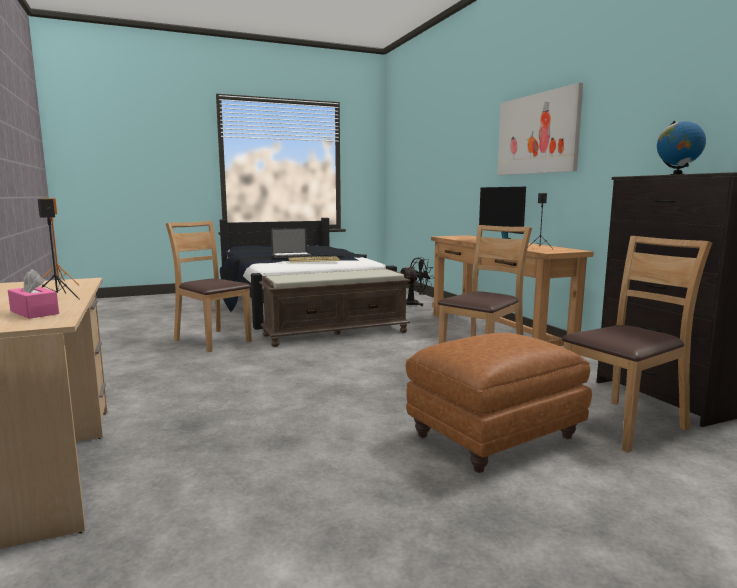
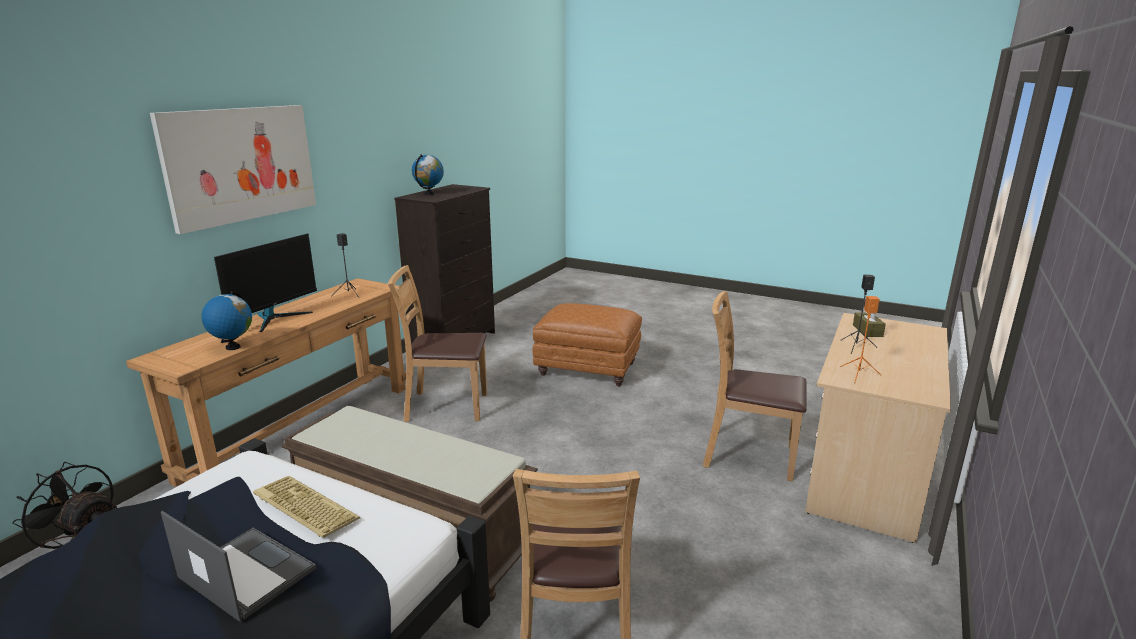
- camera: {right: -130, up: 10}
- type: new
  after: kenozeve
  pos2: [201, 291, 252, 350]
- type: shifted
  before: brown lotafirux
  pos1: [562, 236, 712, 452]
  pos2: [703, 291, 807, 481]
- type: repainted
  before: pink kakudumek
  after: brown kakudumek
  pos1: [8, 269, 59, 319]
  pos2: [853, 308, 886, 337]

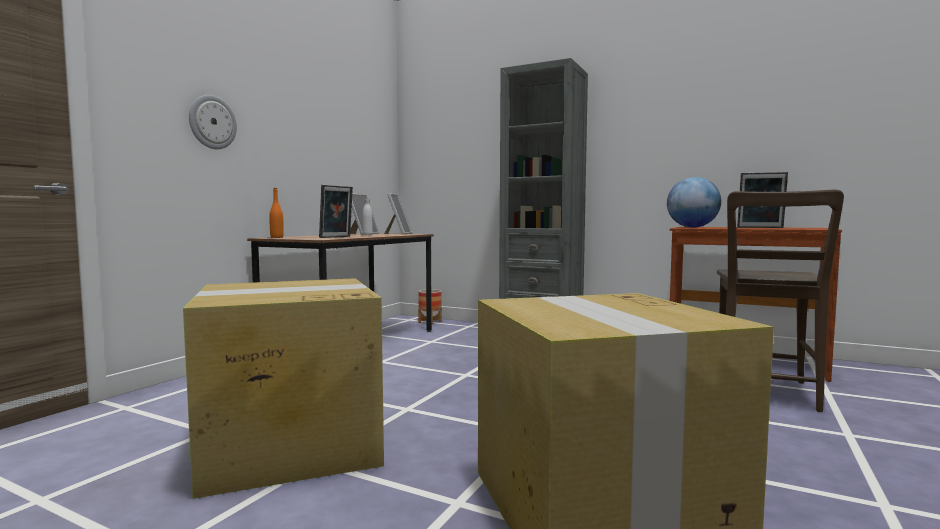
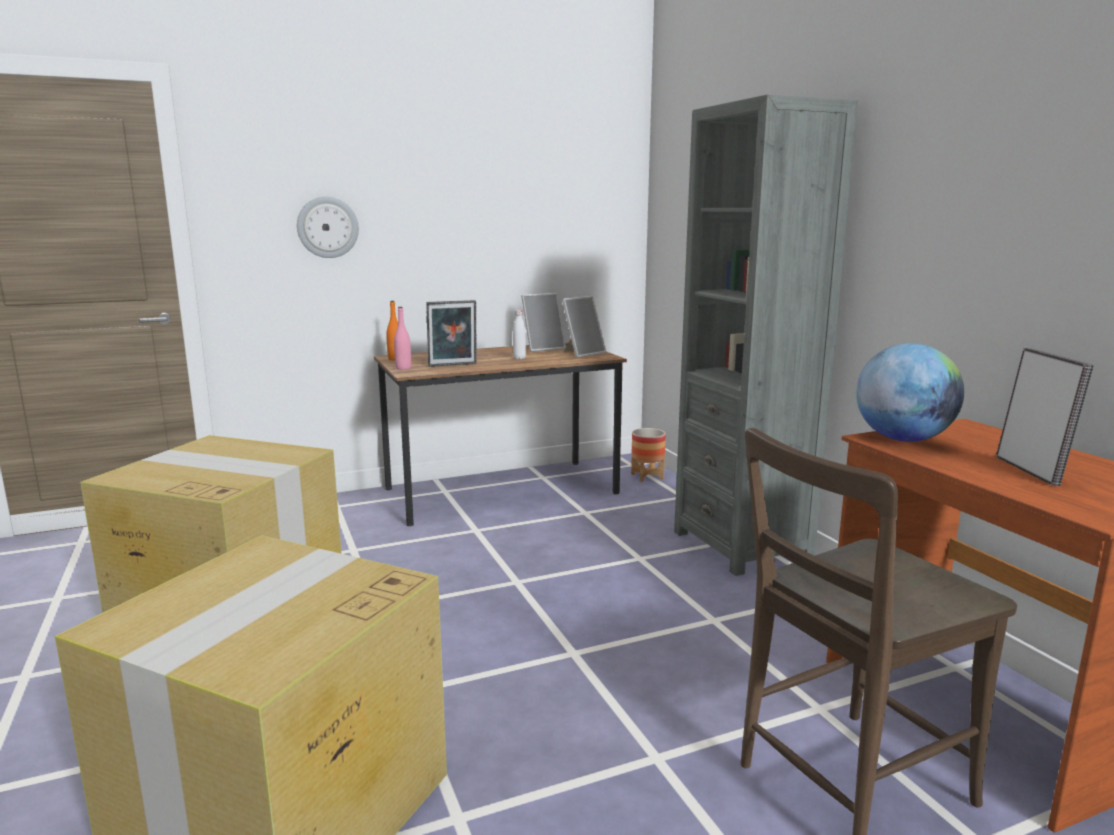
- camera: {right: 40, up: 10}
- type: new
  after: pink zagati
  pos2: [394, 307, 411, 370]
- type: rotated
  before: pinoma
  pos1: [737, 172, 788, 228]
  pos2: [996, 348, 1094, 486]
  turn: -150

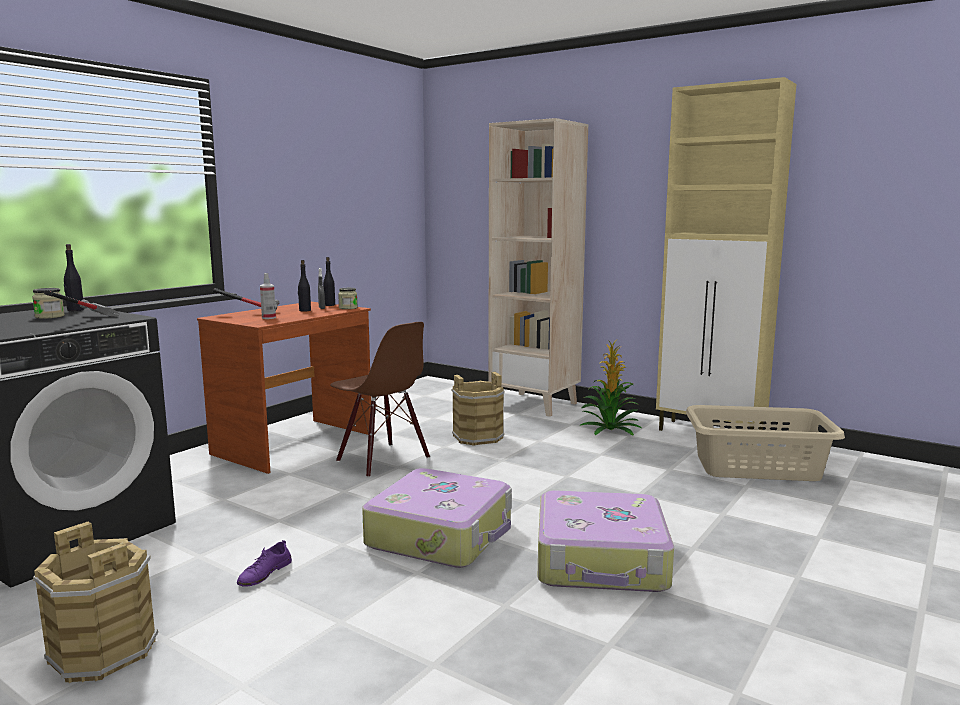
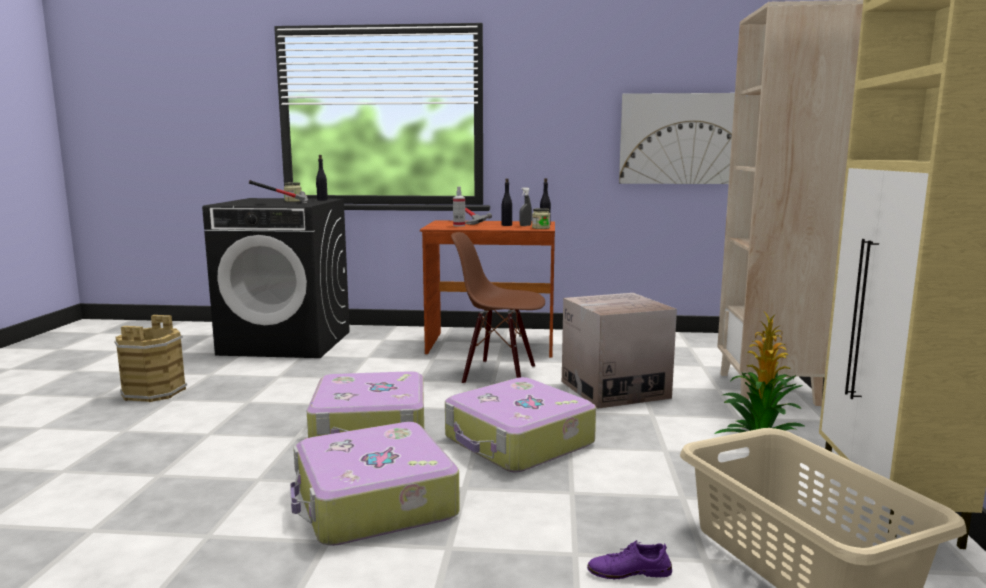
- camera: {right: 60, up: 0}
- type: new
  after: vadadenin
  pos2: [445, 377, 596, 472]
- type: new
  after: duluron
  pos2: [619, 93, 735, 184]
- type: shifted
  before: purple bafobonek
  pos1: [237, 540, 292, 587]
  pos2: [587, 540, 672, 580]
- type: swapped
  before: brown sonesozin
  after: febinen
  pos1: [452, 372, 504, 446]
  pos2: [562, 293, 677, 409]
- type: rotated
  before: brown lotafirux
  pos1: [330, 322, 430, 478]
  pos2: [451, 232, 545, 384]
  turn: 90

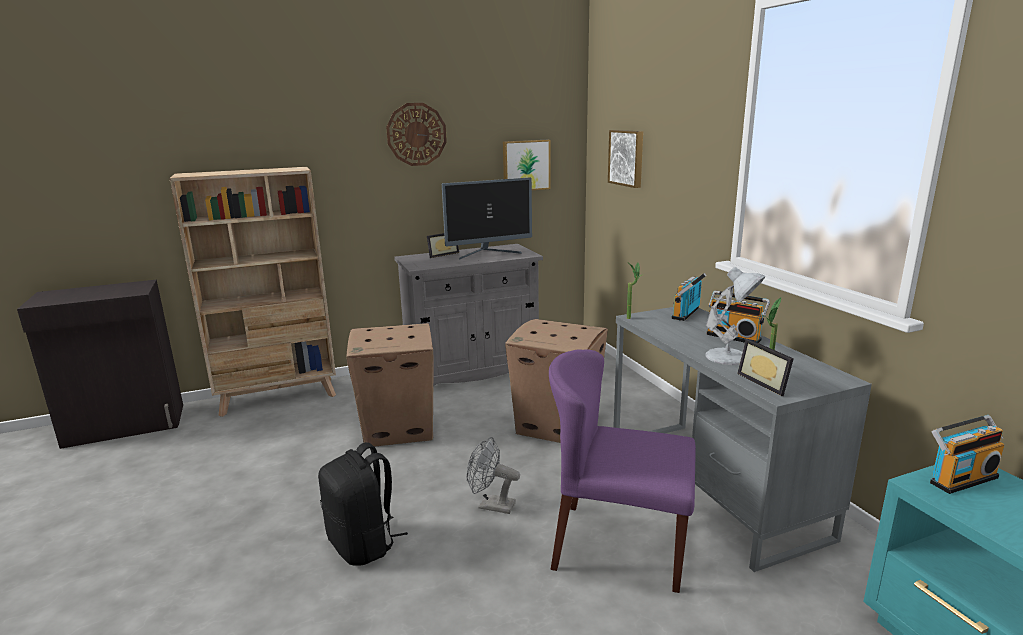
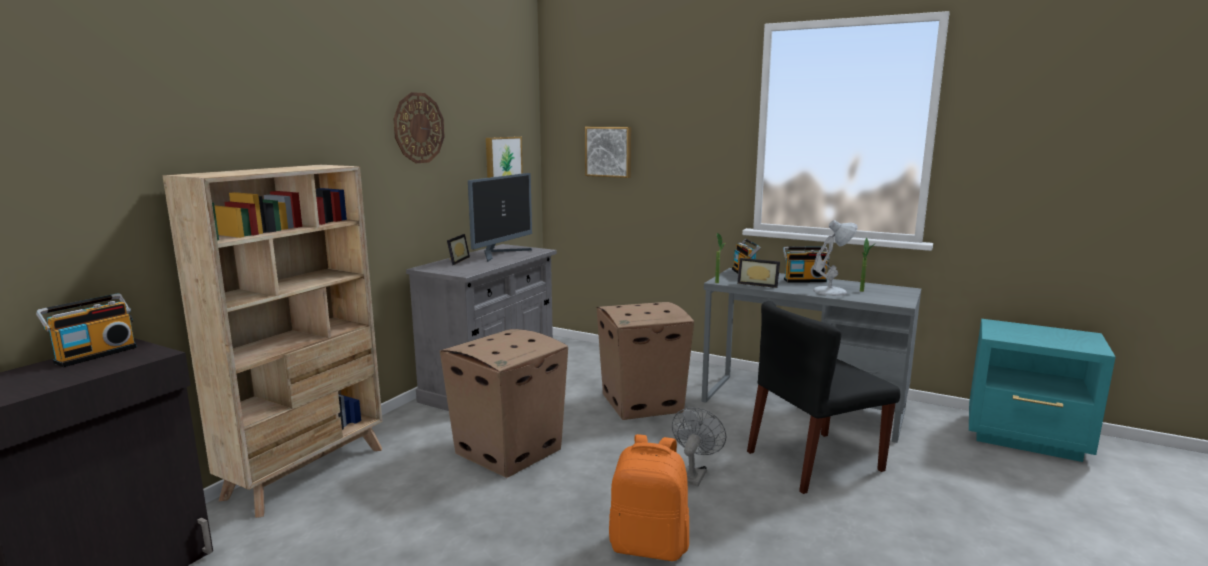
- camera: {right: -40, up: -5}
- type: shifted
  before: pinoma
  pos1: [737, 339, 794, 396]
  pos2: [737, 258, 780, 288]
- type: shifted
  before: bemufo
  pos1: [930, 415, 1004, 494]
  pos2: [36, 293, 137, 367]
- type: repainted
  before: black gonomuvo
  after: orange gonomuvo
  pos1: [318, 442, 408, 566]
  pos2: [609, 434, 689, 561]
- type: repainted
  before: purple lotafirux
  after: black lotafirux
  pos1: [549, 349, 696, 593]
  pos2: [747, 301, 900, 494]
- type: rotated
  before: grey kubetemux
  pos1: [467, 437, 520, 514]
  pos2: [672, 407, 726, 486]
  turn: 135

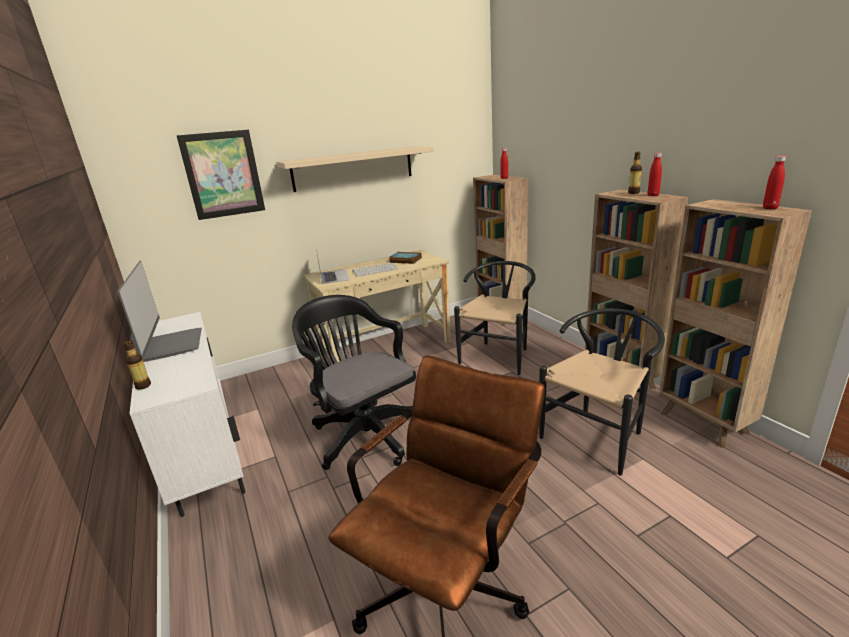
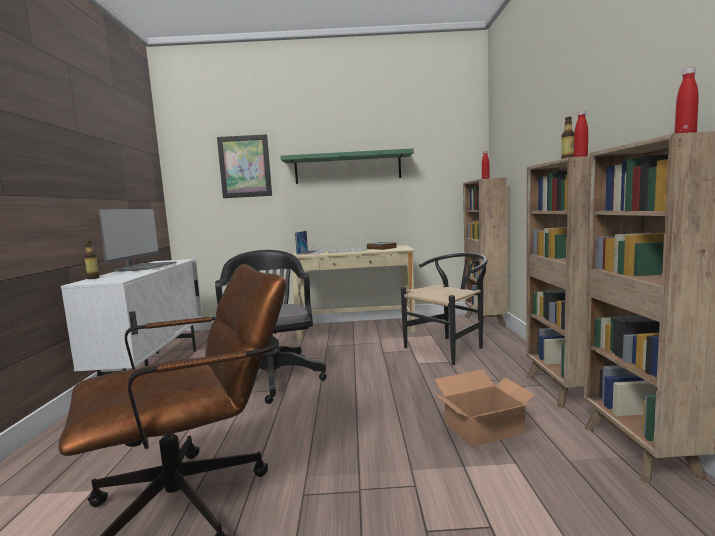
- camera: {right: 25, up: -15}
- type: swapped
  before: black lotafirux
  after: febinen
  pos1: [539, 308, 665, 476]
  pos2: [434, 369, 538, 447]
- type: repainted
  before: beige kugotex
  after: green kugotex
  pos1: [276, 146, 434, 192]
  pos2: [280, 148, 414, 184]

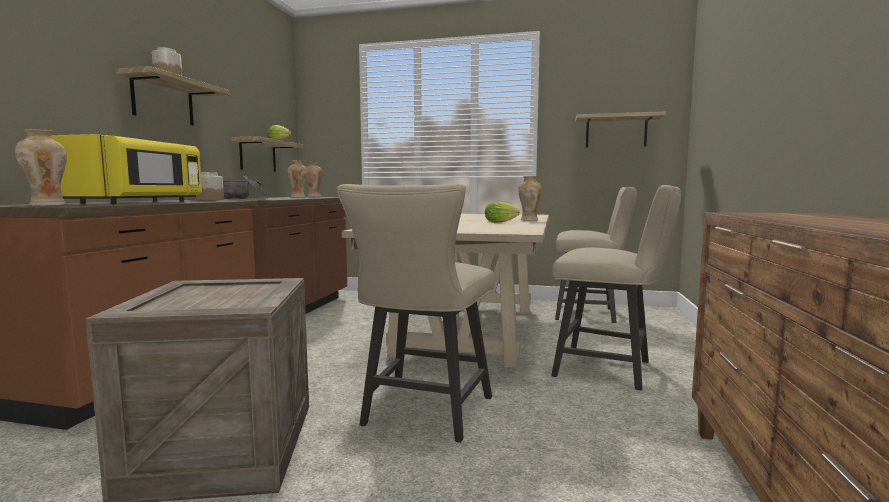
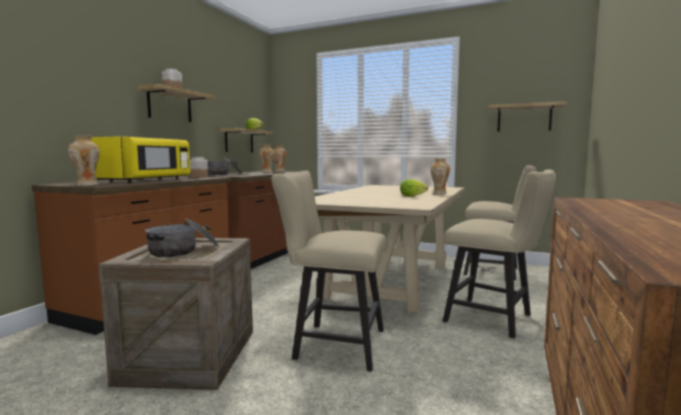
- camera: {right: 10, up: 0}
- type: new
  after: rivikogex
  pos2: [145, 218, 219, 257]
- type: rotated
  before: beige lotafirux
  pos1: [337, 183, 495, 443]
  pos2: [271, 171, 387, 372]
  turn: 75

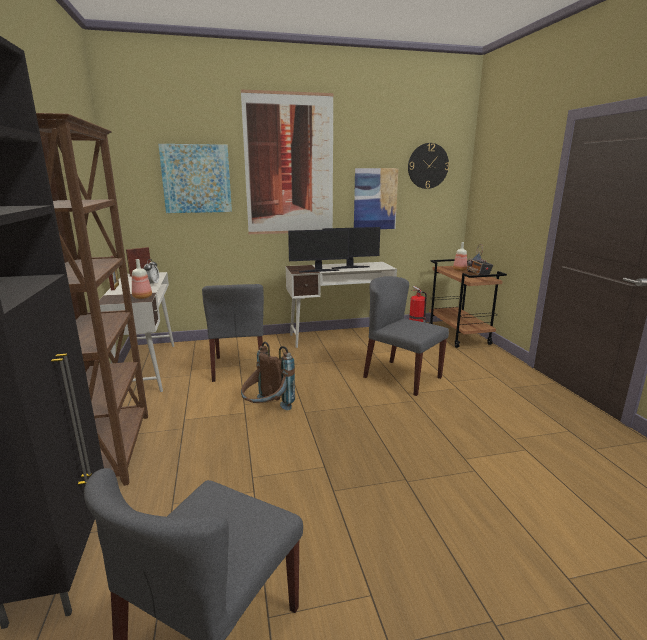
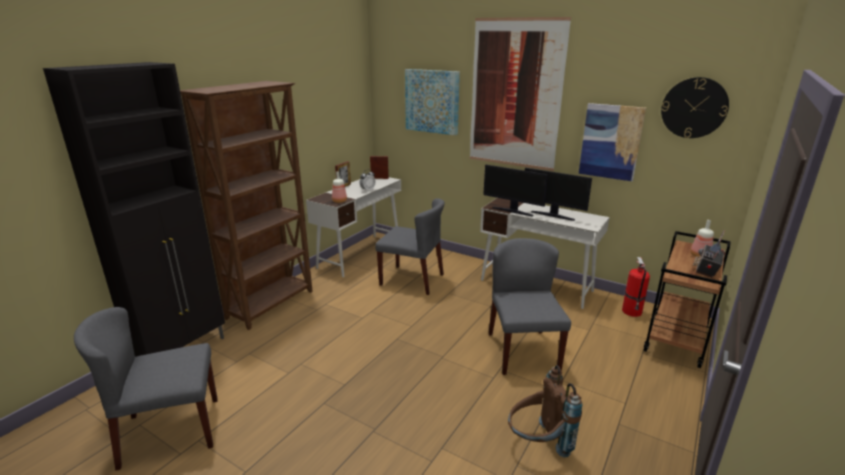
- camera: {right: 45, up: 5}
- type: shifted
  before: brown gonomuvo
  pos1: [241, 342, 295, 410]
  pos2: [508, 365, 582, 458]
- type: rotated
  before: grey lotafirux
  pos1: [202, 284, 264, 382]
  pos2: [375, 198, 445, 295]
  turn: -105

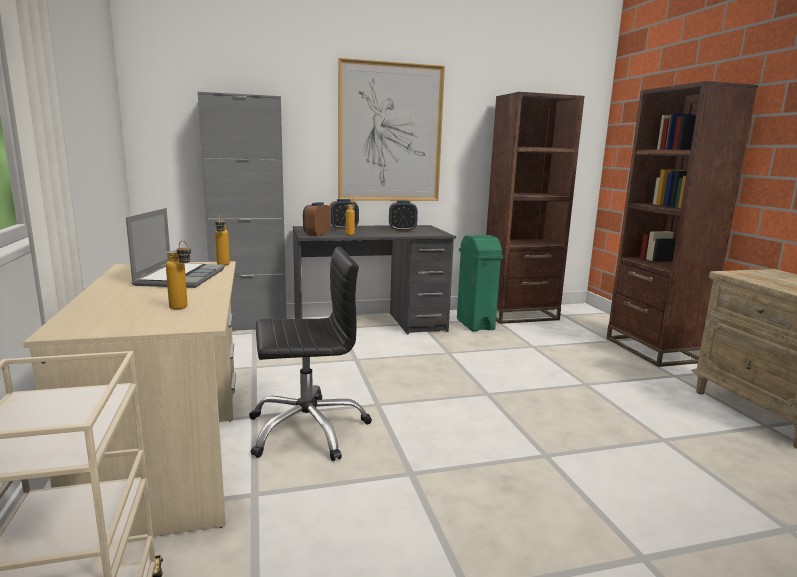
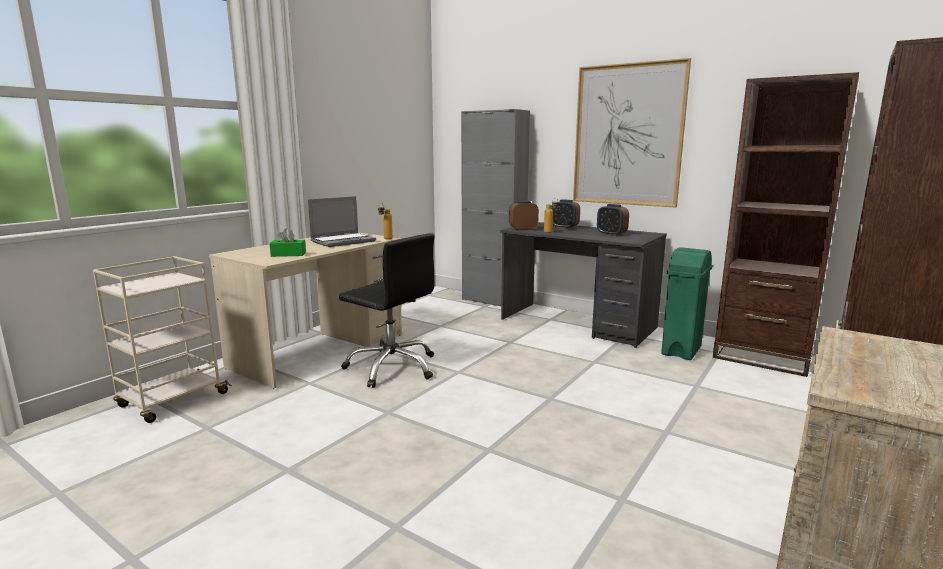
- camera: {right: 50, up: 0}
- type: swapped
  before: zagati
  after: green kakudumek
  pos1: [166, 241, 191, 309]
  pos2: [269, 229, 306, 257]

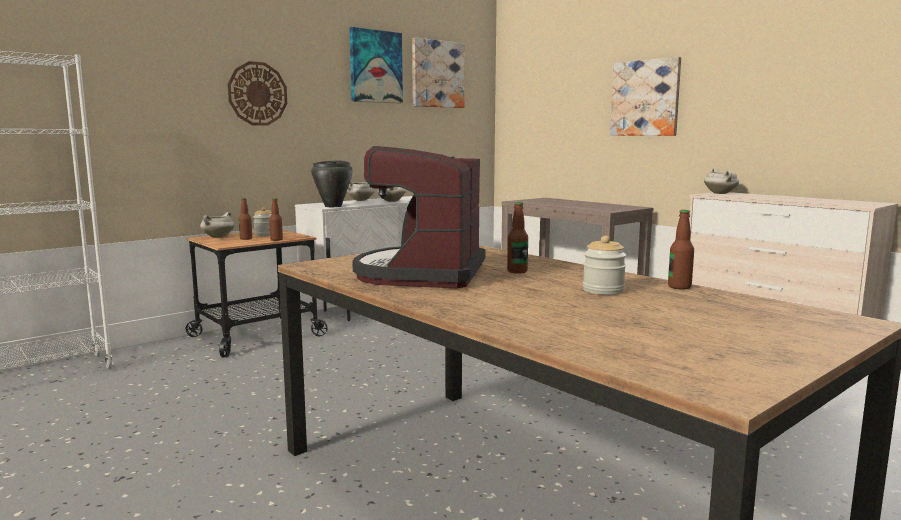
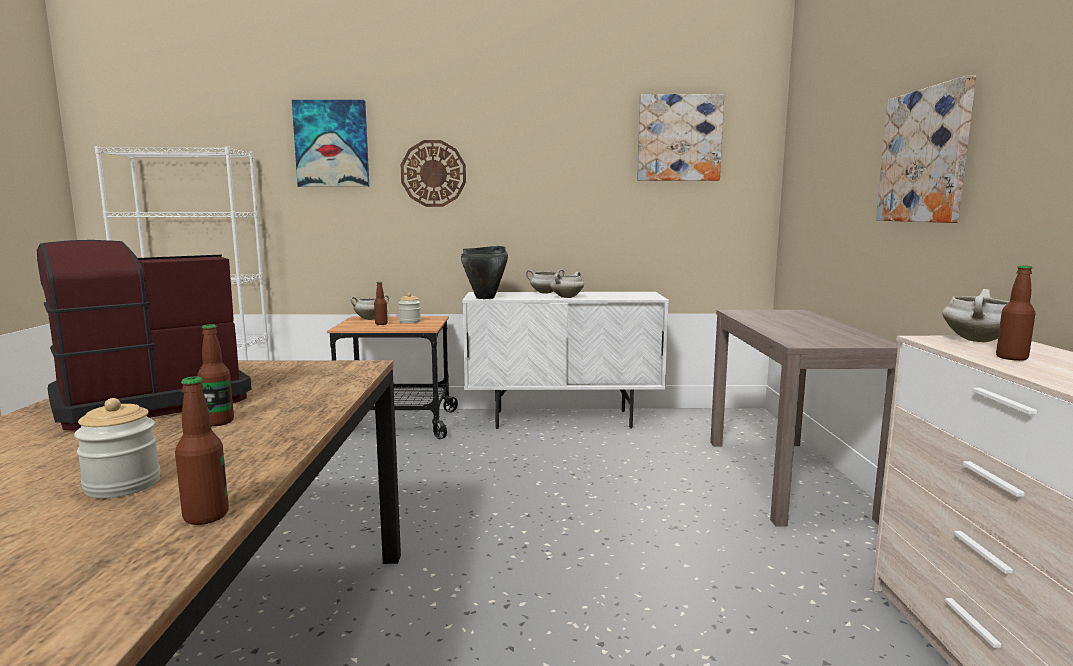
- camera: {right: 40, up: 0}
- type: shifted
  before: zagati
  pos1: [269, 198, 283, 241]
  pos2: [996, 265, 1036, 361]
- type: shifted
  before: duluron
  pos1: [349, 27, 403, 103]
  pos2: [292, 100, 369, 187]

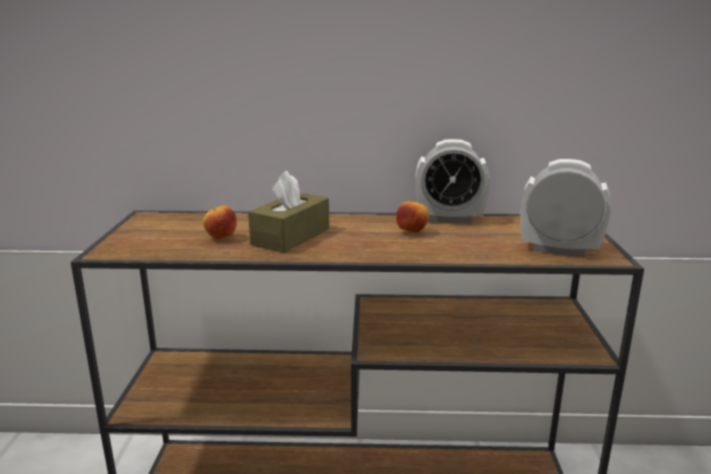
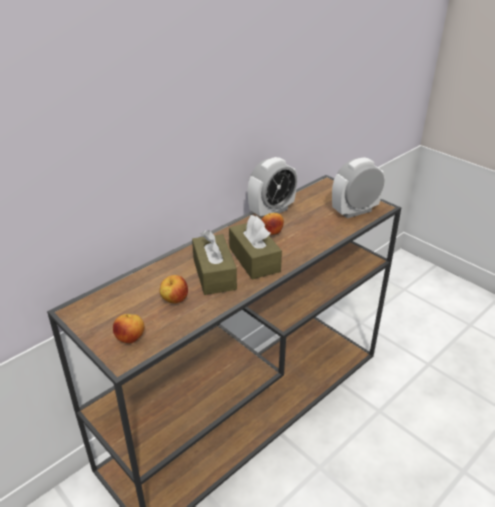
- camera: {right: -45, up: 15}
- type: new
  after: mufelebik
  pos2: [113, 314, 144, 343]
- type: new
  after: brown kakudumek
  pos2: [229, 215, 282, 279]

